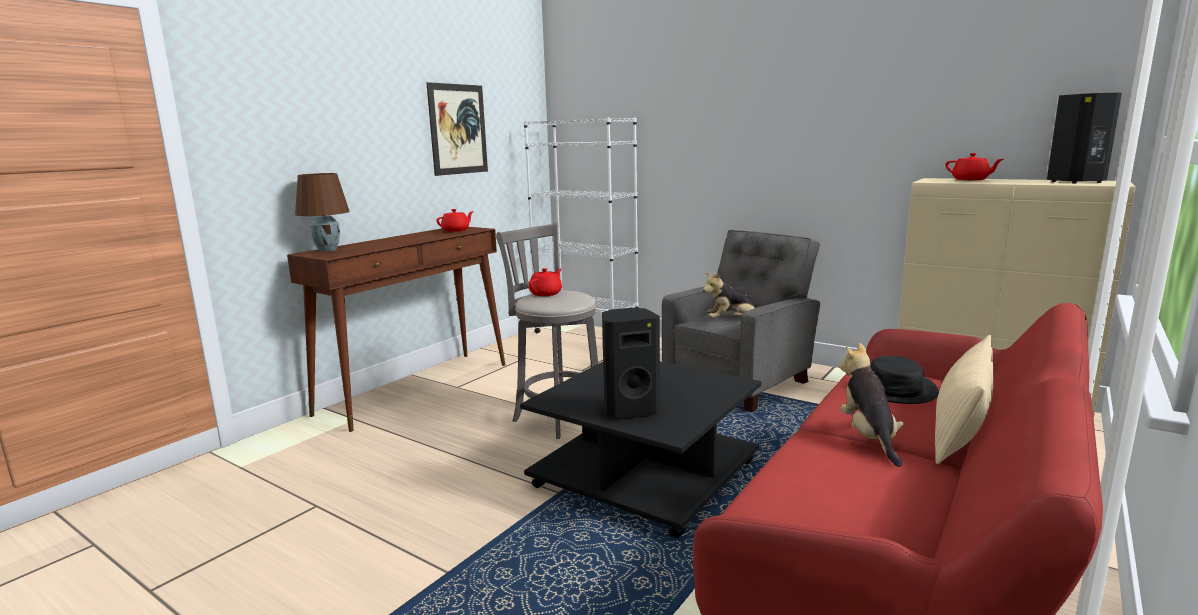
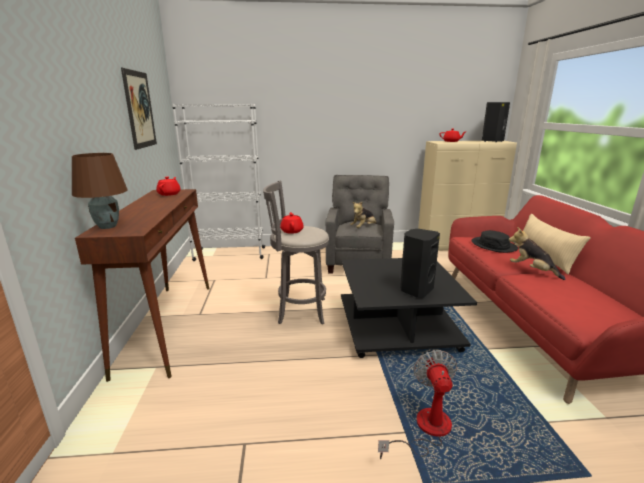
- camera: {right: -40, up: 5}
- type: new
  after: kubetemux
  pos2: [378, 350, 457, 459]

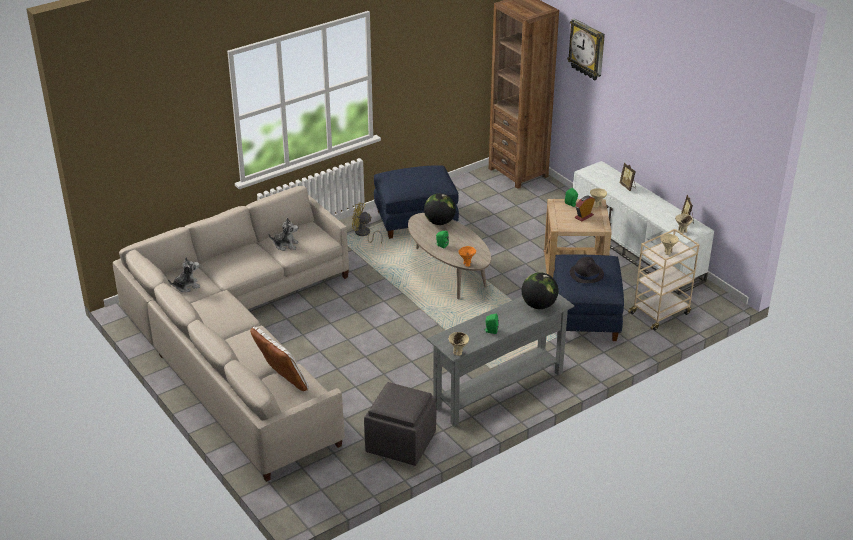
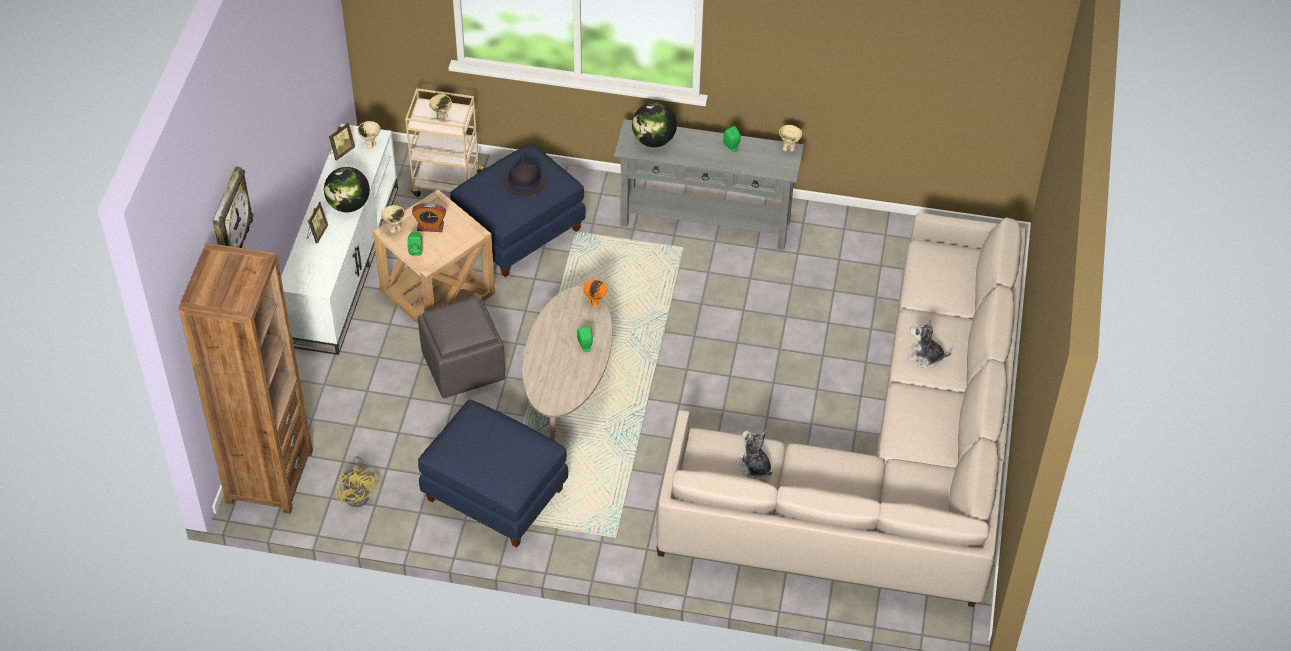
- camera: {right: -135, up: 15}
- type: gone
  before: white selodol
  pos1: [250, 327, 309, 391]
- type: shifted
  before: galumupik
  pos1: [168, 257, 200, 292]
  pos2: [907, 320, 951, 368]
- type: shifted
  before: yellow kubetemux
  pos1: [352, 202, 383, 243]
  pos2: [336, 456, 378, 507]
- type: shifted
  before: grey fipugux
  pos1: [364, 382, 436, 466]
  pos2: [418, 296, 505, 398]
- type: shifted
  before: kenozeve
  pos1: [424, 193, 456, 225]
  pos2: [324, 167, 370, 212]

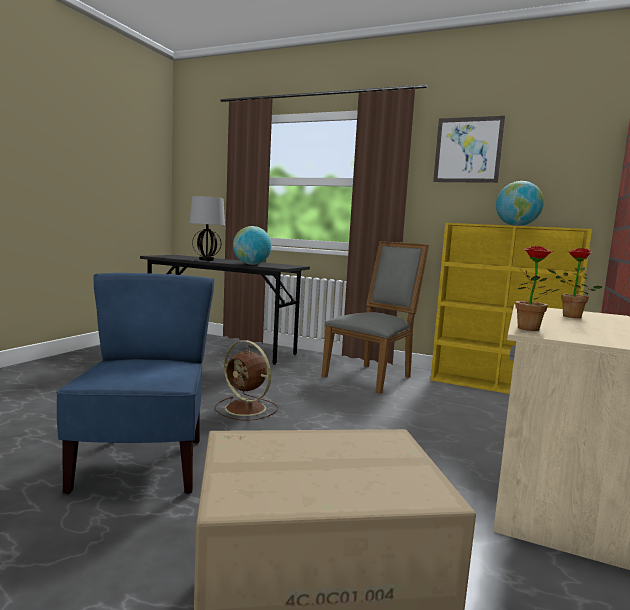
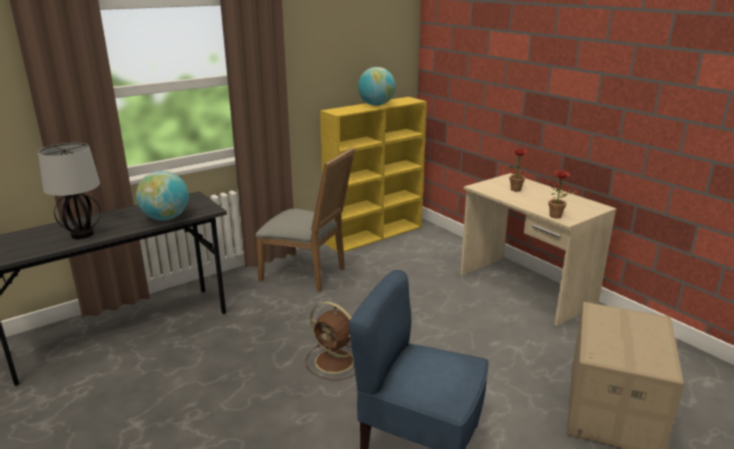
- camera: {right: -60, up: 15}
- type: gone
  before: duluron
  pos1: [433, 116, 505, 183]
- type: rotated
  before: brown kubetemux
  pos1: [215, 340, 278, 421]
  pos2: [305, 301, 355, 380]
  turn: 60
- type: rotated
  before: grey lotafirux
  pos1: [322, 241, 429, 394]
  pos2: [256, 147, 355, 292]
  turn: 135

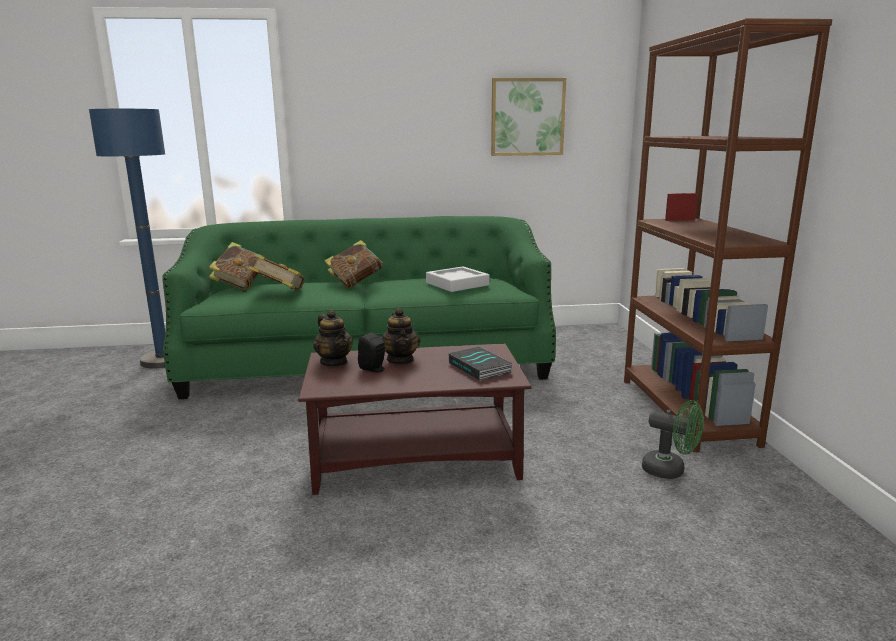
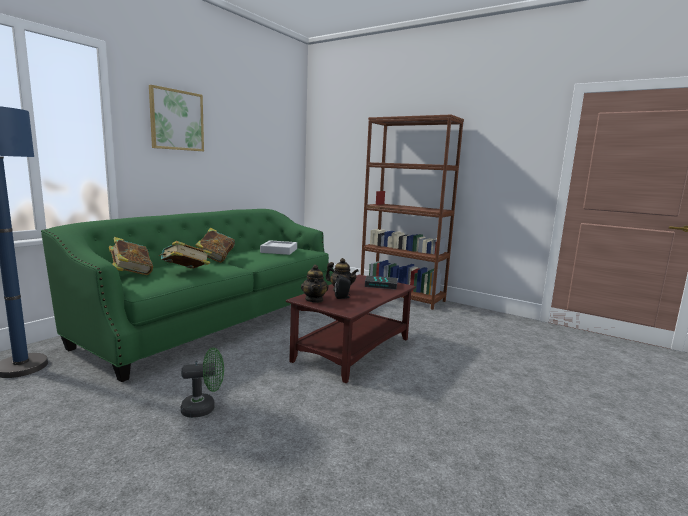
- camera: {right: -50, up: -5}
- type: shifted
  before: duluron
  pos1: [491, 78, 566, 156]
  pos2: [149, 85, 204, 151]
- type: shifted
  before: green kubetemux
  pos1: [642, 400, 704, 479]
  pos2: [181, 348, 224, 418]
- type: rotated
  before: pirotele
  pos1: [313, 310, 353, 366]
  pos2: [301, 265, 329, 303]
  turn: 75

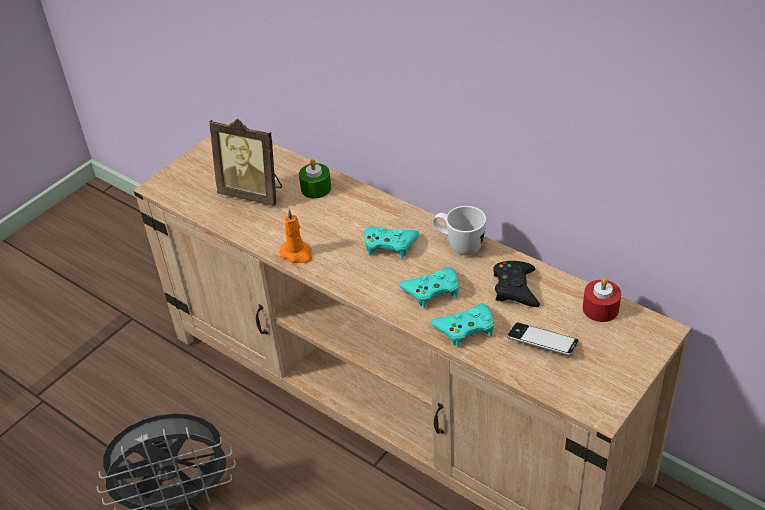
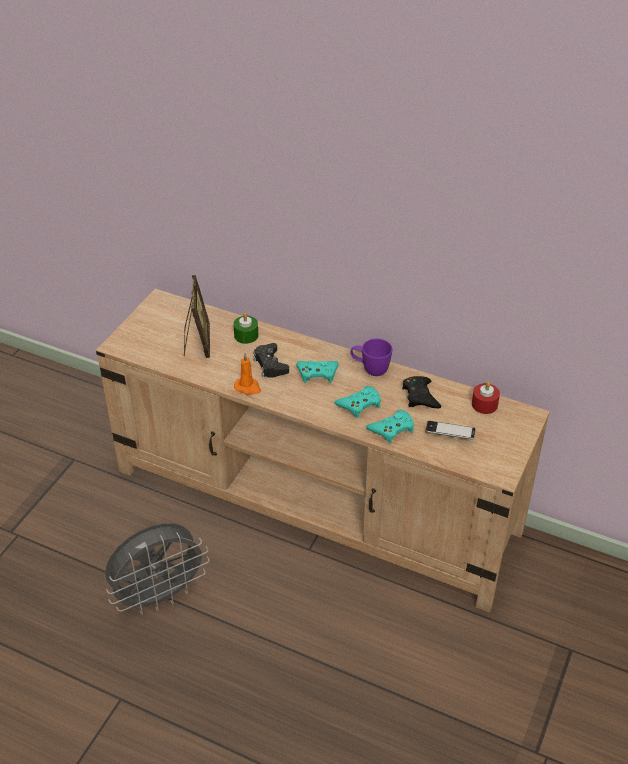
- camera: {right: -15, up: 0}
- type: new
  after: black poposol
  pos2: [253, 343, 289, 378]
- type: repainted
  before: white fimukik
  after: purple fimukik
  pos1: [433, 206, 486, 256]
  pos2: [350, 338, 392, 376]
- type: rotated
  before: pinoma
  pos1: [209, 119, 282, 206]
  pos2: [184, 275, 210, 358]
  turn: -105

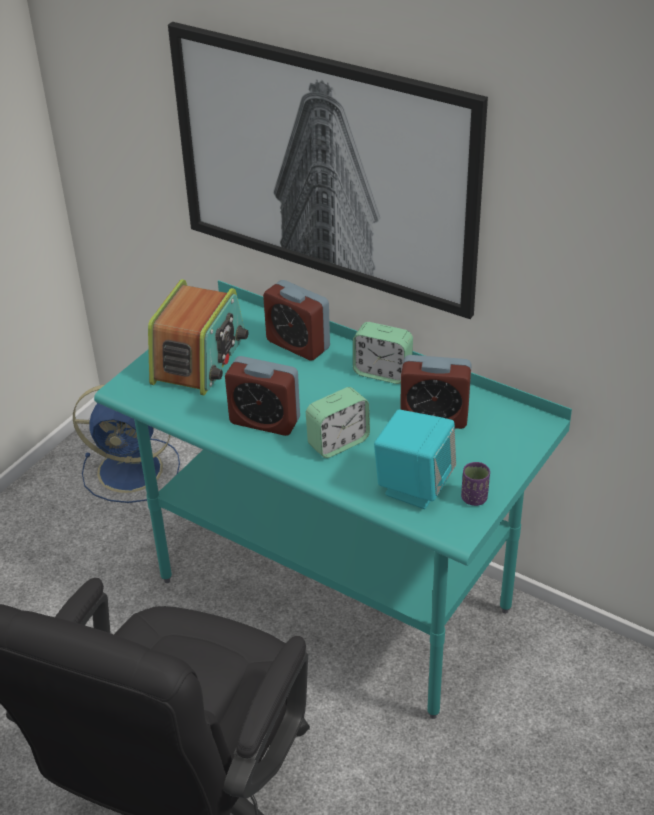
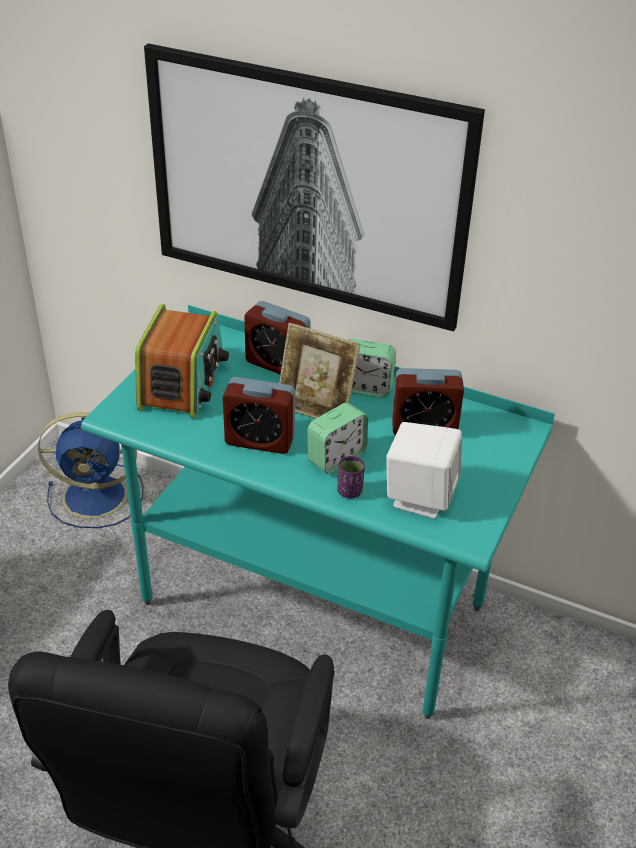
- camera: {right: -10, up: 0}
- type: new
  after: pinoma
  pos2: [279, 323, 360, 419]
- type: shifted
  before: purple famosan
  pos1: [461, 462, 490, 506]
  pos2: [337, 456, 365, 498]
- type: repainted
  before: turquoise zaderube
  after: white zaderube
  pos1: [374, 410, 456, 509]
  pos2: [386, 422, 462, 519]

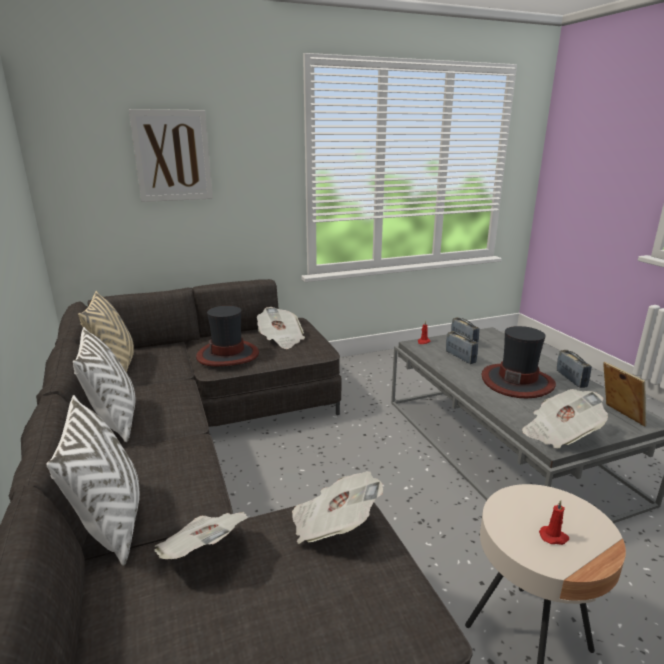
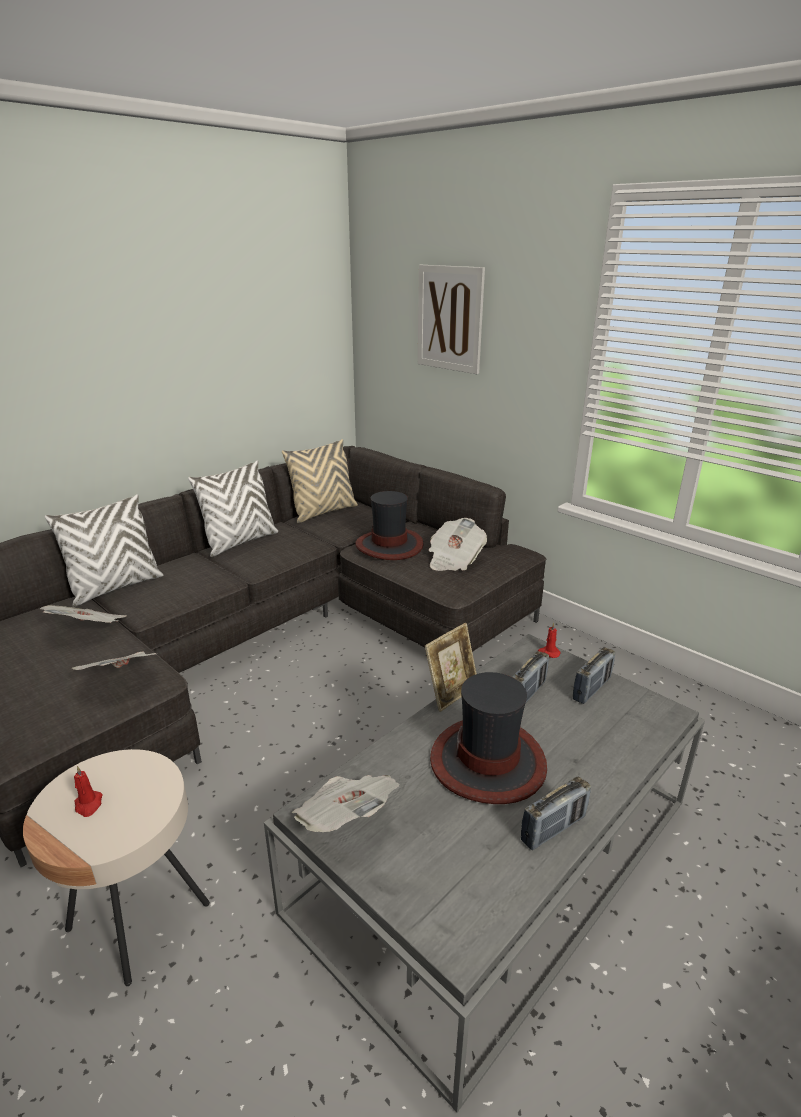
- camera: {right: 65, up: 5}
- type: shifted
  before: pinoma
  pos1: [603, 362, 646, 427]
  pos2: [425, 623, 477, 712]

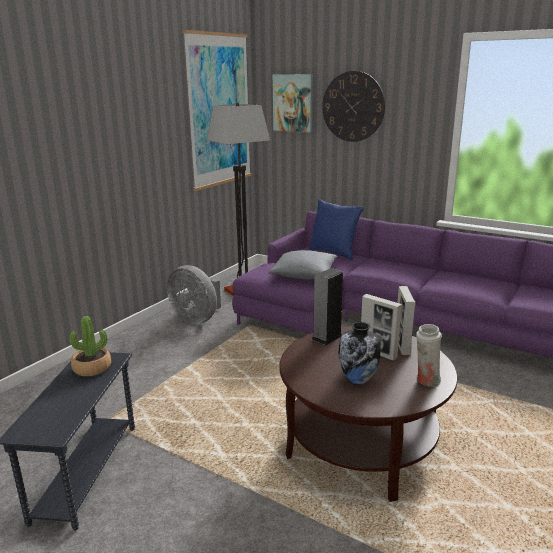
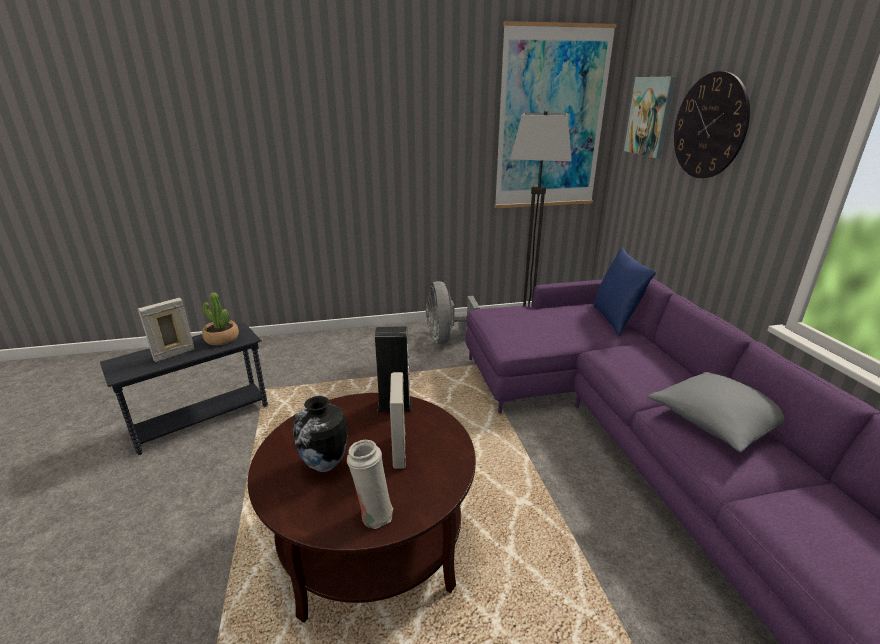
- camera: {right: 45, up: 5}
- type: shifted
  before: grey selodol
  pos1: [268, 250, 338, 279]
  pos2: [647, 372, 785, 452]
- type: shifted
  before: pinoma
  pos1: [397, 286, 416, 355]
  pos2: [138, 298, 195, 362]

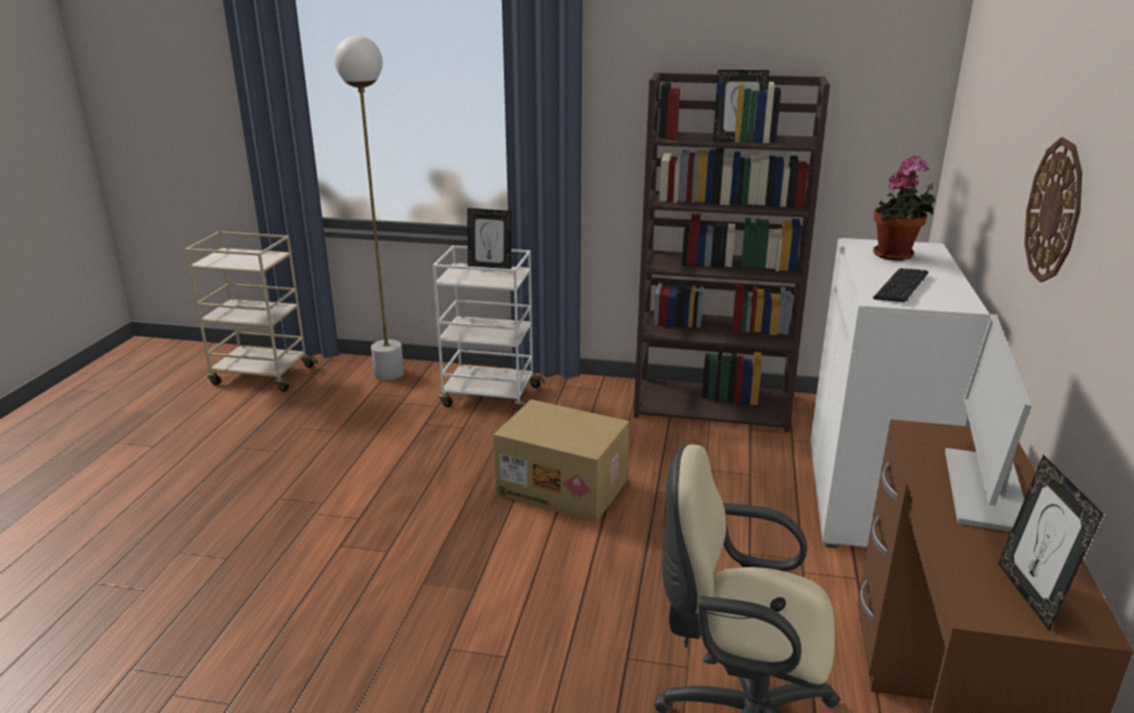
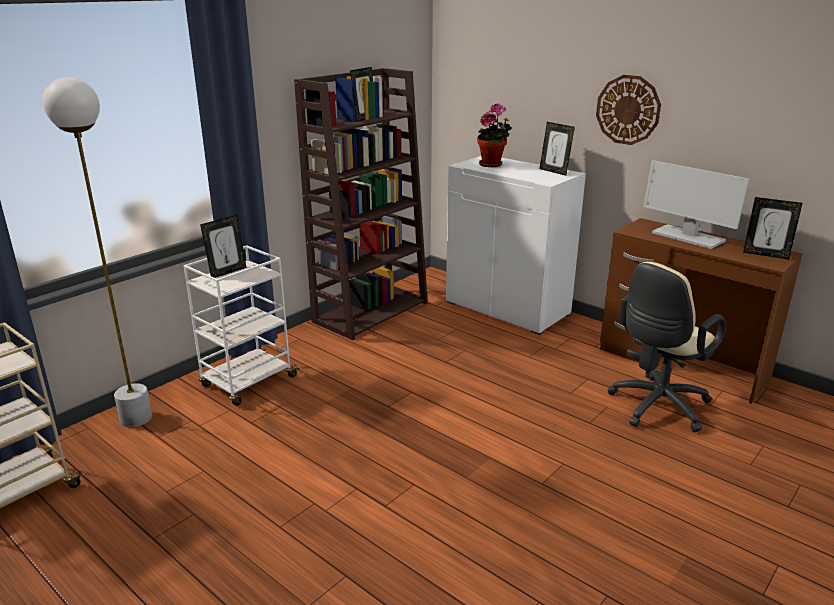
- camera: {right: -60, up: 0}
- type: gone
  before: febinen
  pos1: [493, 399, 629, 522]
- type: gone
  before: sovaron
  pos1: [873, 268, 929, 302]
- type: new
  after: pinoma
  pos2: [540, 122, 575, 176]

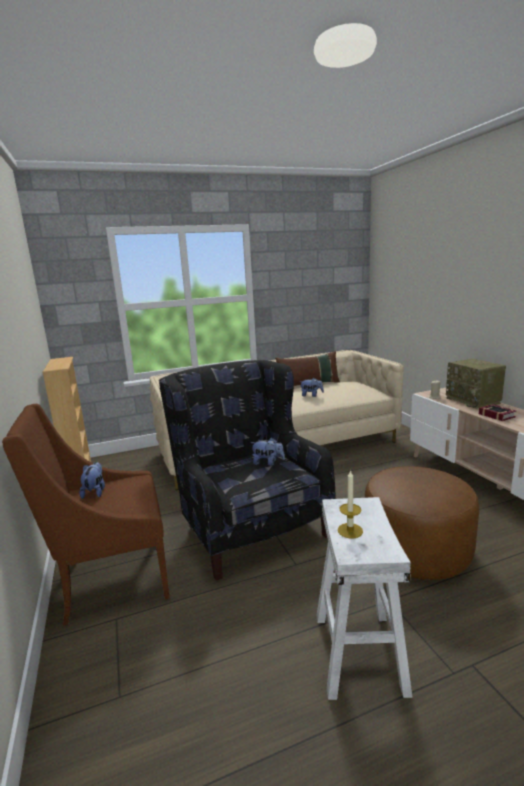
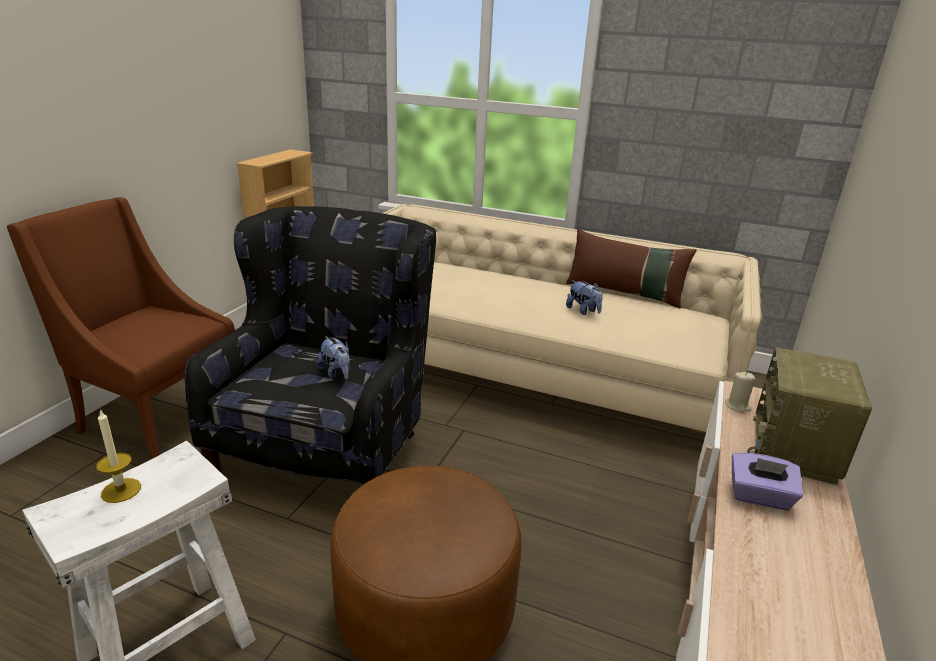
- camera: {right: 40, up: 10}
- type: gone
  before: galumupik
  pos1: [80, 462, 105, 499]
- type: swapped
  before: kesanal
  after: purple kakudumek
  pos1: [479, 404, 516, 421]
  pos2: [732, 453, 803, 510]

